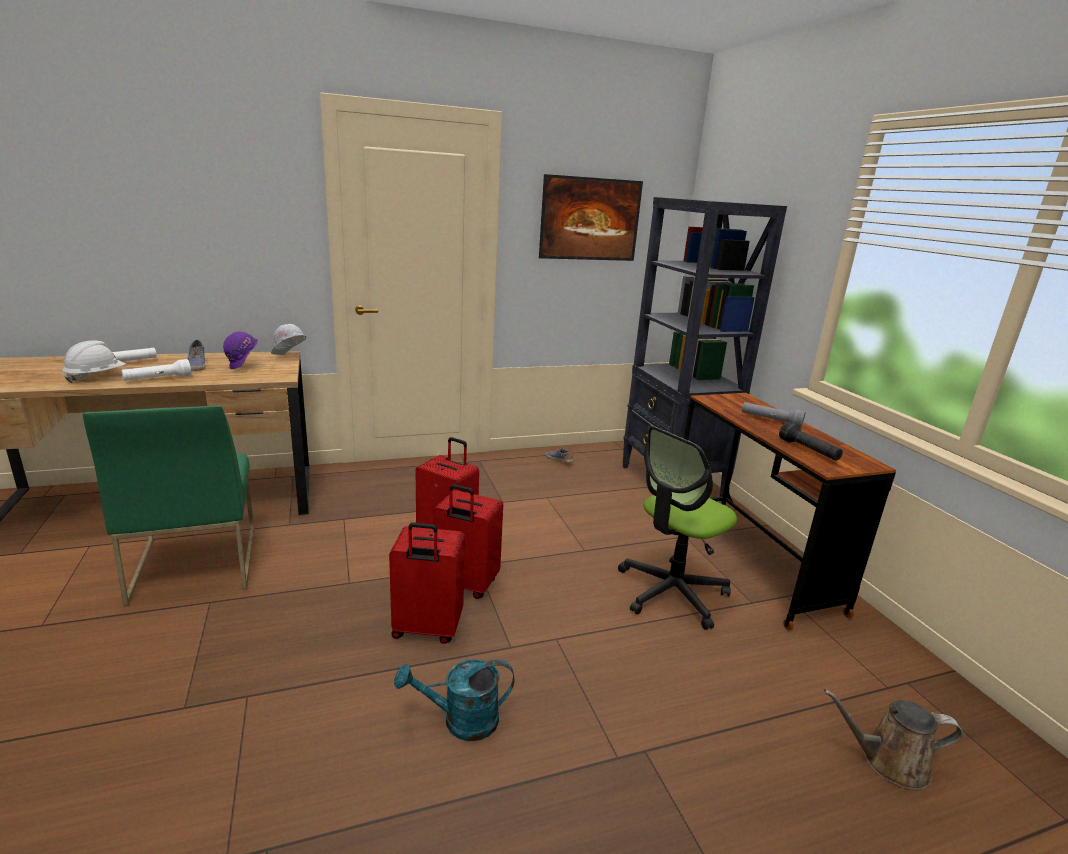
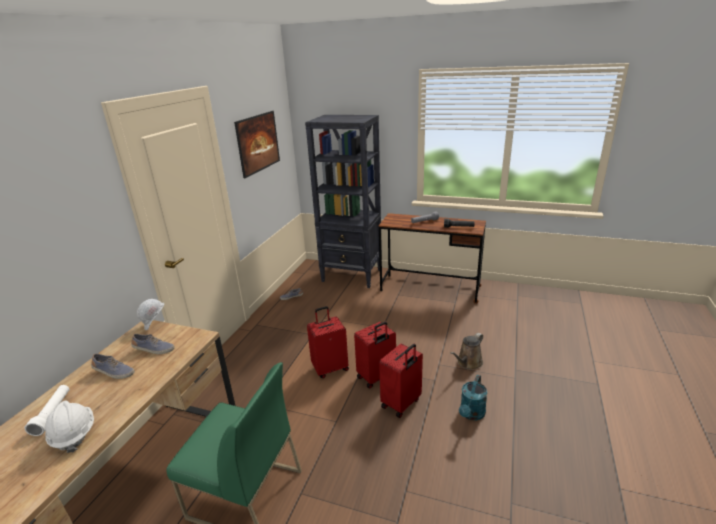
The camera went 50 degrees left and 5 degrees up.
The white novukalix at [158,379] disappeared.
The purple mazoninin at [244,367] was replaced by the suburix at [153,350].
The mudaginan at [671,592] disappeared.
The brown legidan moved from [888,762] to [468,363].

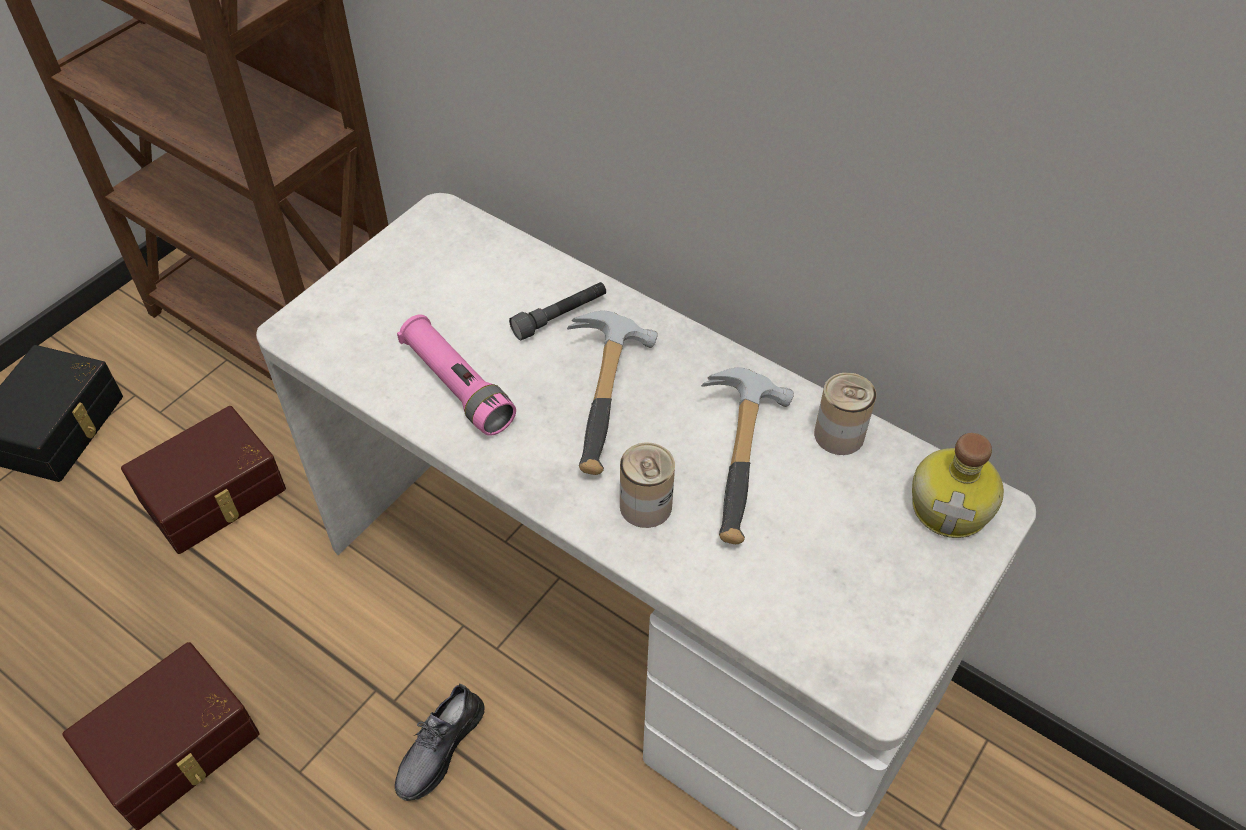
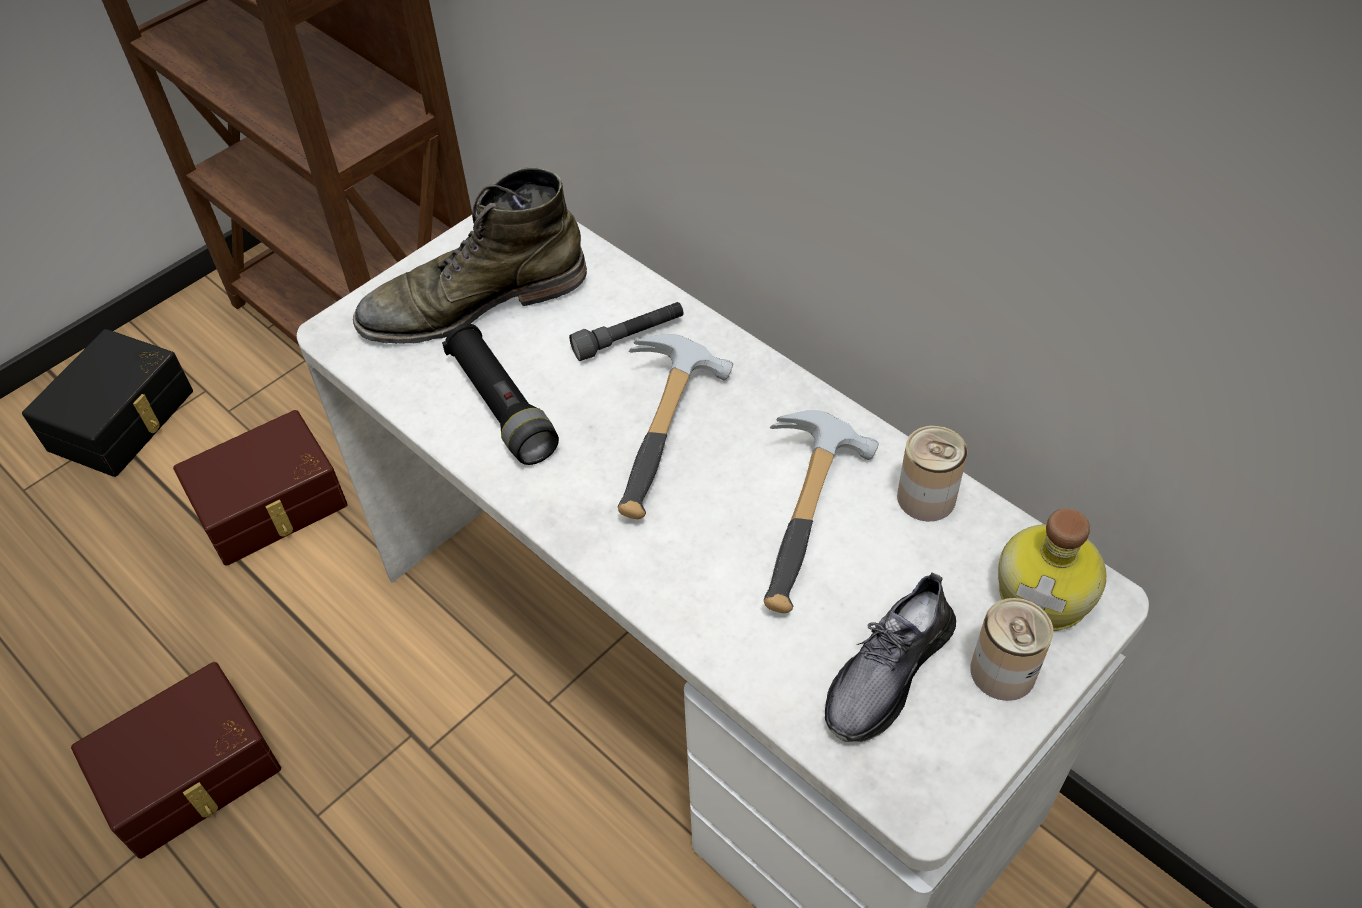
The camera went 10 degrees right and 0 degrees up.
The grey suburix moved from [439,748] to [887,671].
The pink novukalix at [457,386] became the black novukalix at [502,407].
The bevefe moved from [645,505] to [1003,671].
The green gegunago at [473,301] appeared.

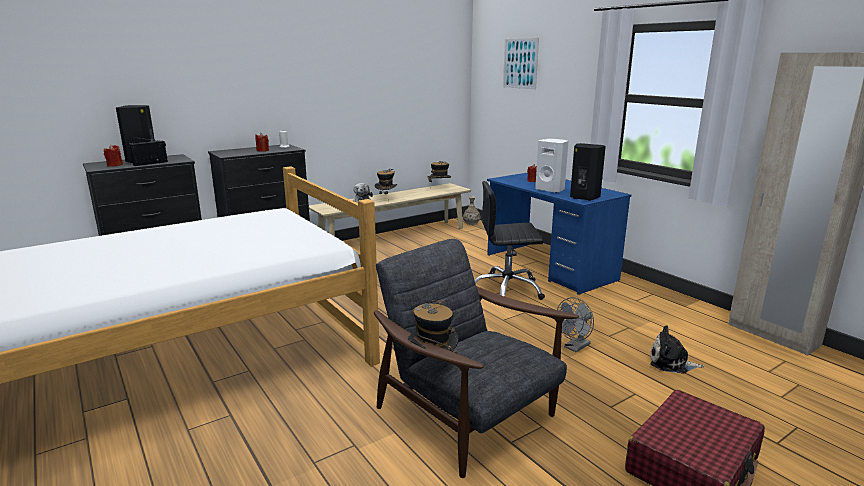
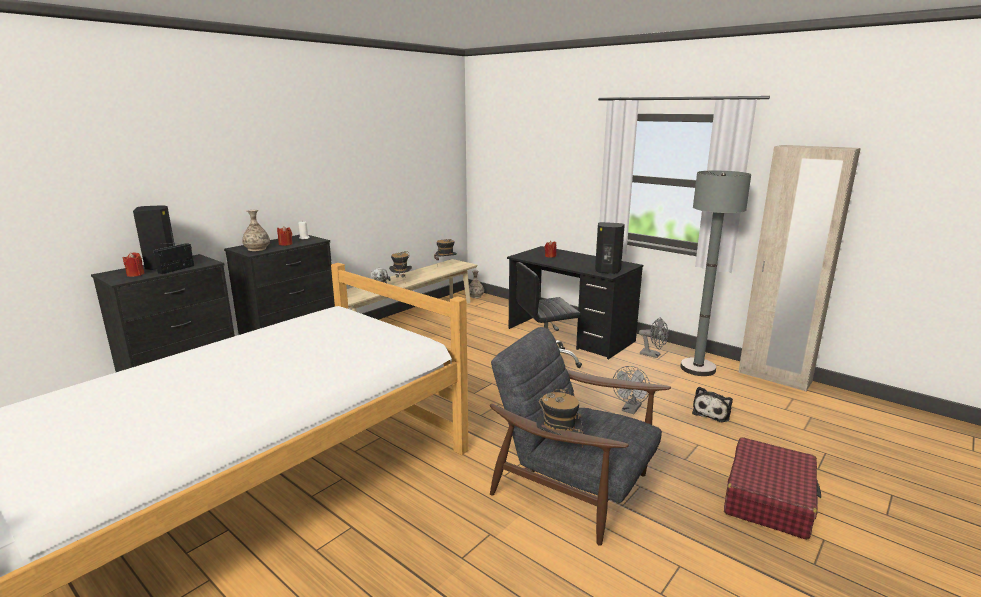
The camera went 15 degrees left and 0 degrees up.
The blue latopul at [549,267] became the black latopul at [570,335].
The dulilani at [520,63] disappeared.
The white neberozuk at [550,190] disappeared.
The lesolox at [671,363] turned 60 degrees counterclockwise.
The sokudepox at [257,249] appeared.
The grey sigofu at [653,355] appeared.
The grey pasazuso at [698,368] appeared.

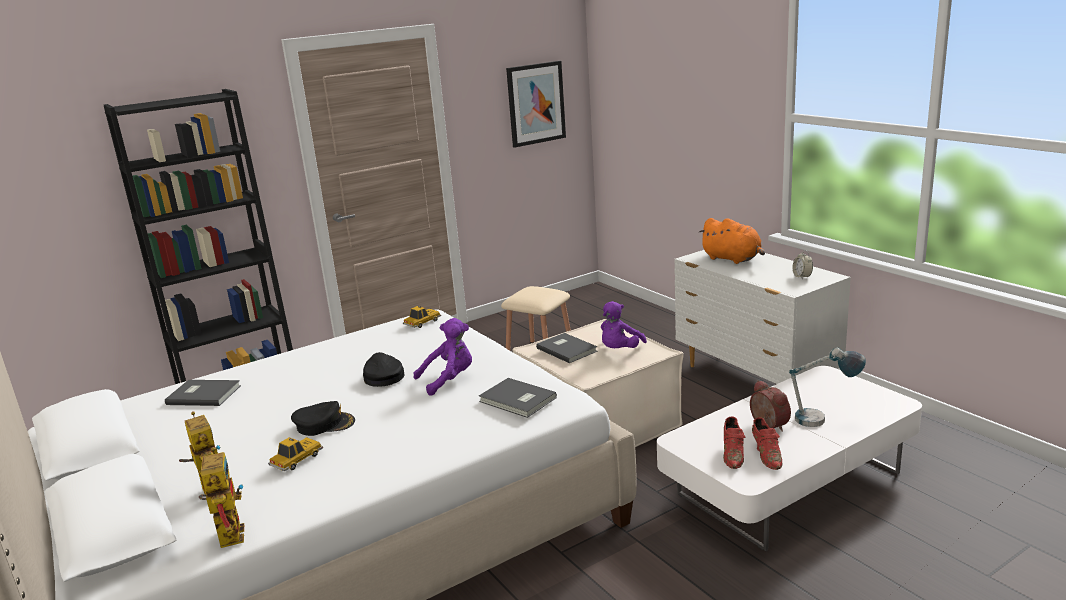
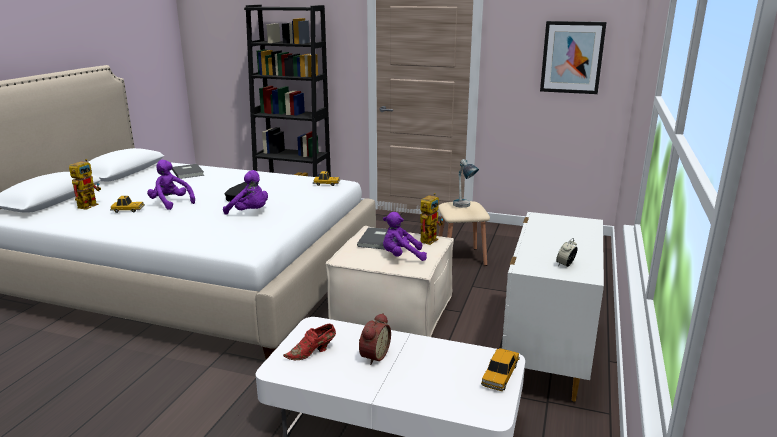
The camera went 50 degrees right and 0 degrees up.
The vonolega moved from [228,532] to [429,239].
The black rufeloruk at [324,424] was replaced by the purple lesolox at [171,203].
The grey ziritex at [517,400] disappeared.
The orange lesolox at [733,259] disappeared.
The red suburix at [766,455] disappeared.
The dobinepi moved from [823,421] to [464,207].
The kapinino at [500,375] appeared.

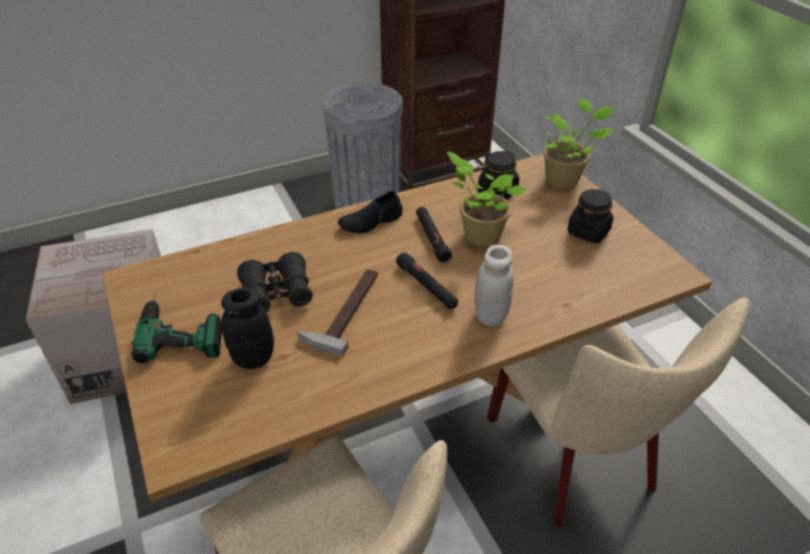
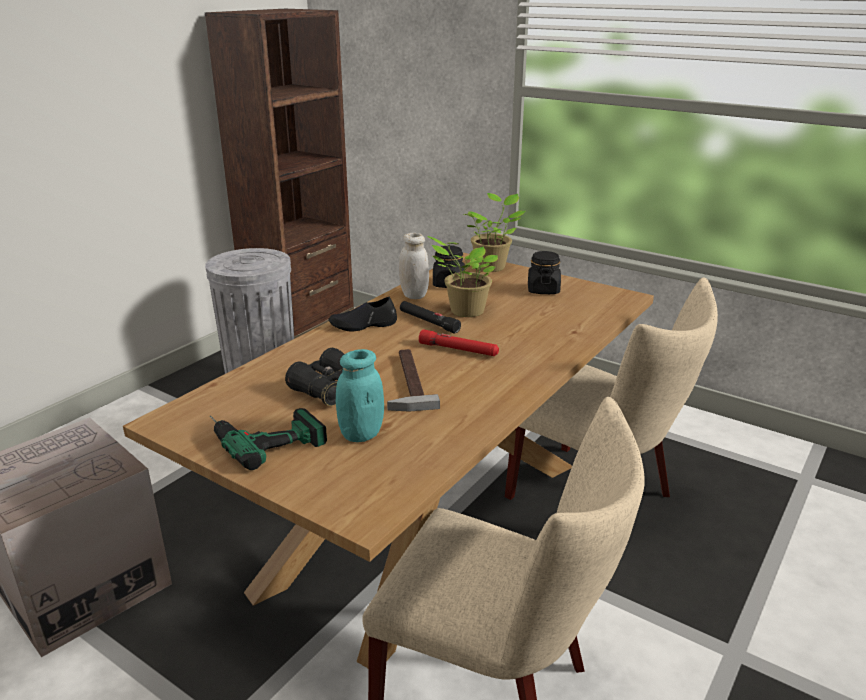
The camera went 30 degrees left and 15 degrees down.
The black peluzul at [253,358] became the turquoise peluzul at [361,434].
The black suburix at [370,222] turned 45 degrees clockwise.
The black novukalix at [427,286] became the red novukalix at [458,350].
The white peluzul moved from [490,315] to [414,295].

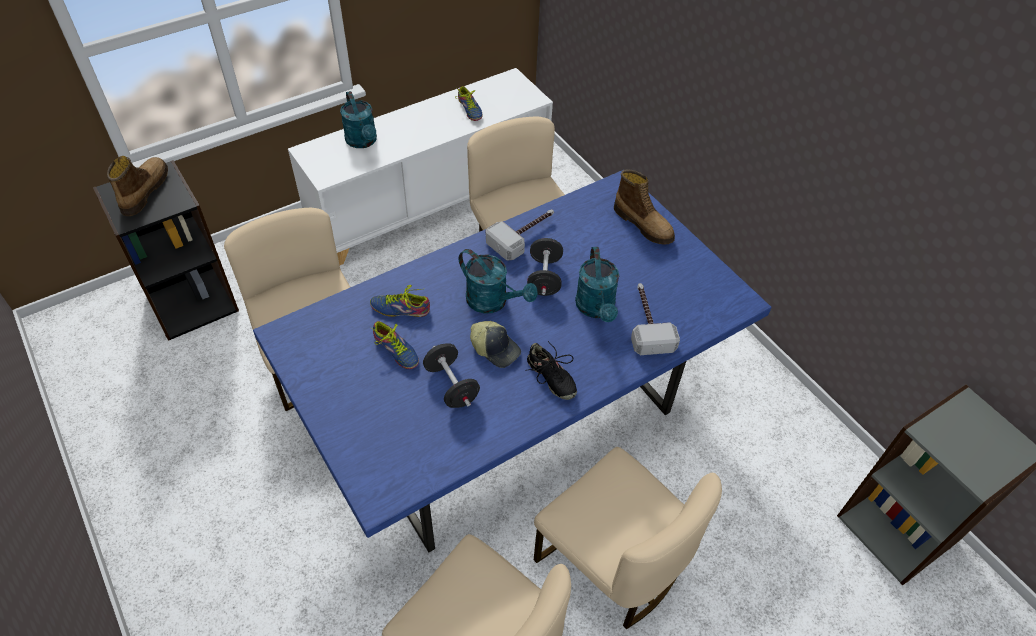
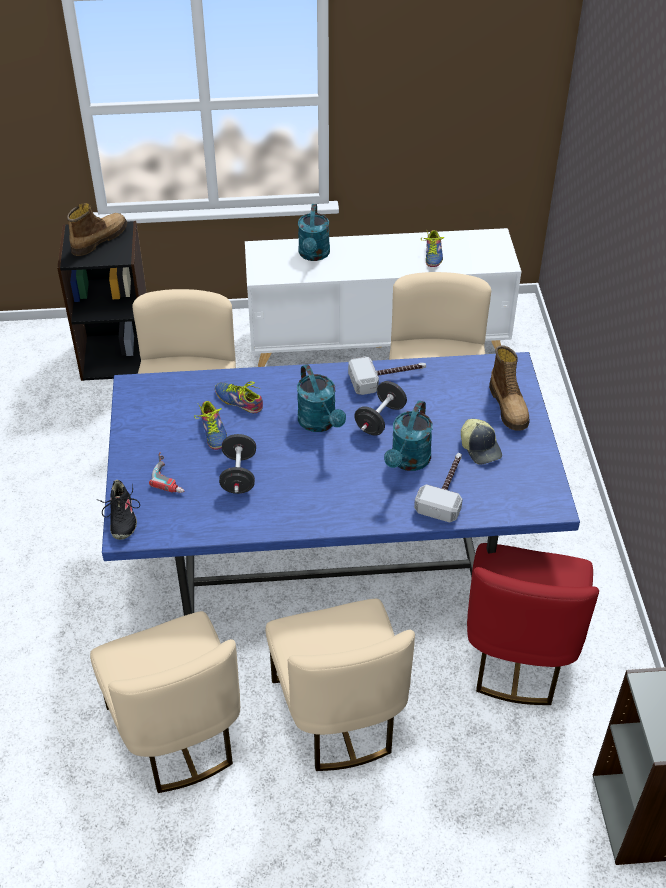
The camera went 30 degrees right and 5 degrees down.
The rufeloruk moved from [495,348] to [480,448].
The black suburix moved from [550,378] to [121,517].
The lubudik at [171,475] appeared.
The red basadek at [518,653] appeared.

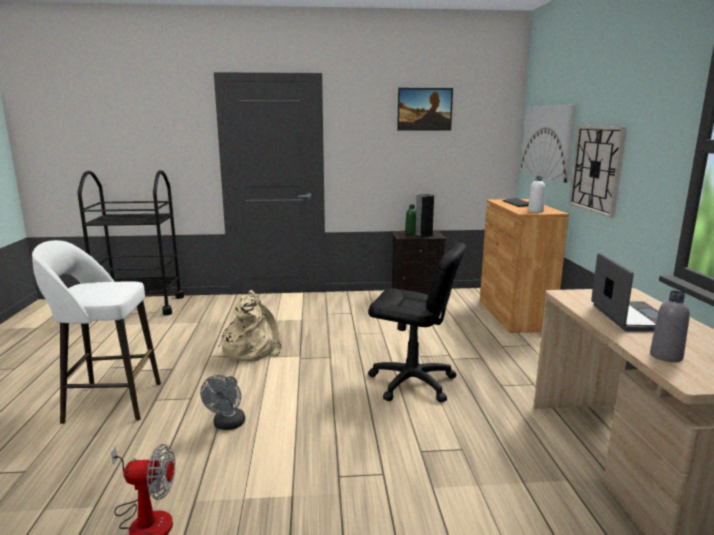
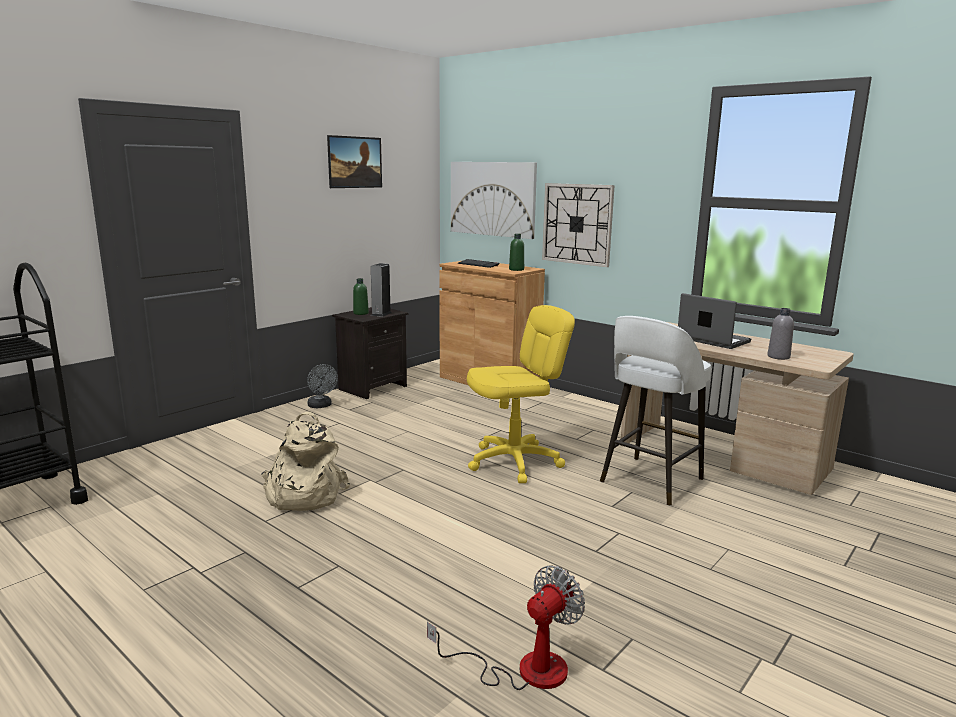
The camera went 45 degrees left and 0 degrees up.
The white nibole moved from [110,402] to [649,481].
The grey sigofu moved from [227,425] to [321,406].
The black mudaginan at [412,383] became the yellow mudaginan at [514,462].
The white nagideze at [535,211] became the green nagideze at [516,269].

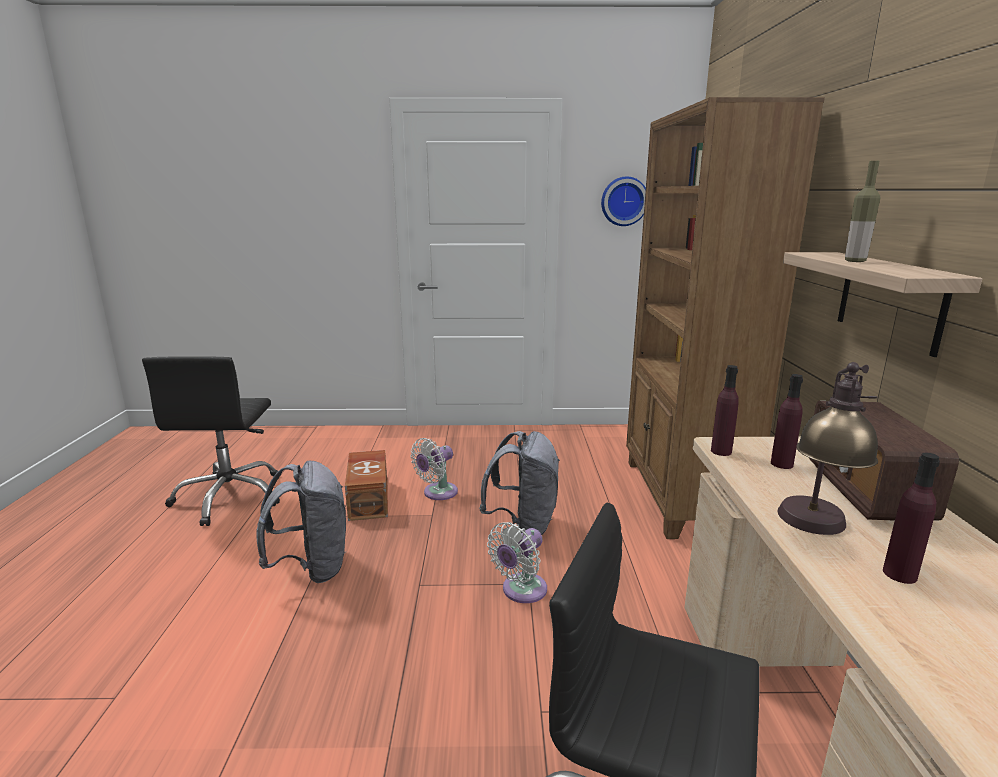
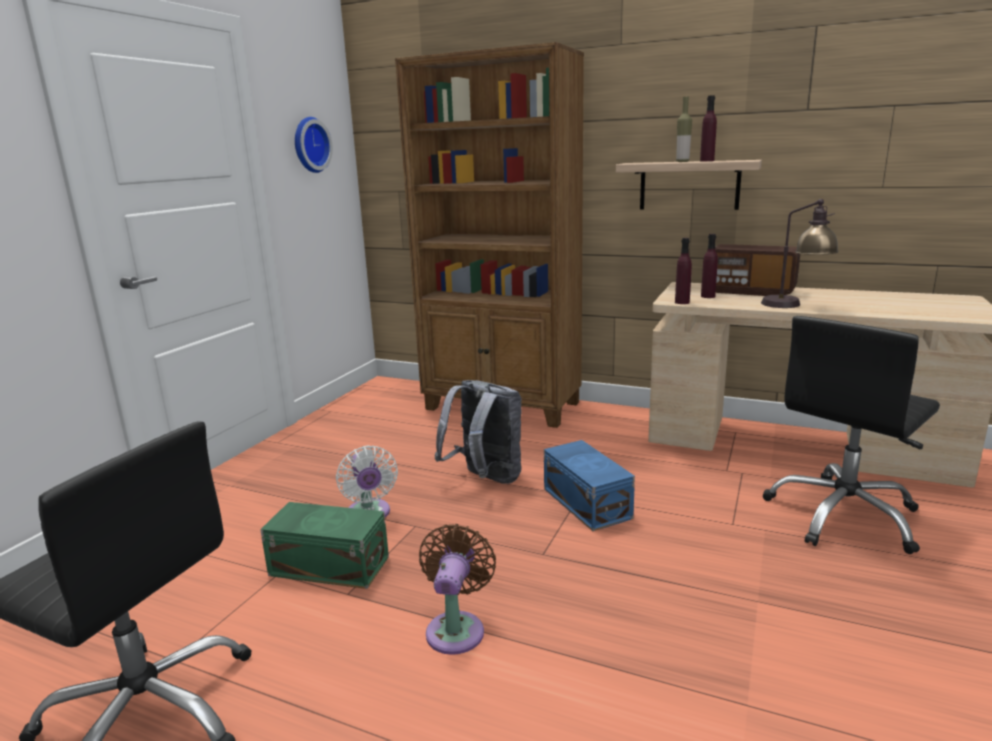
The camera went 65 degrees left and 0 degrees up.
The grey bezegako at [312,568] was replaced by the brown sigofu at [456,628].
The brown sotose at [370,499] became the green sotose at [328,565].
The white sigofu at [521,591] was replaced by the blue sotose at [587,502].
The purple nagideze moved from [899,574] to [707,161].

